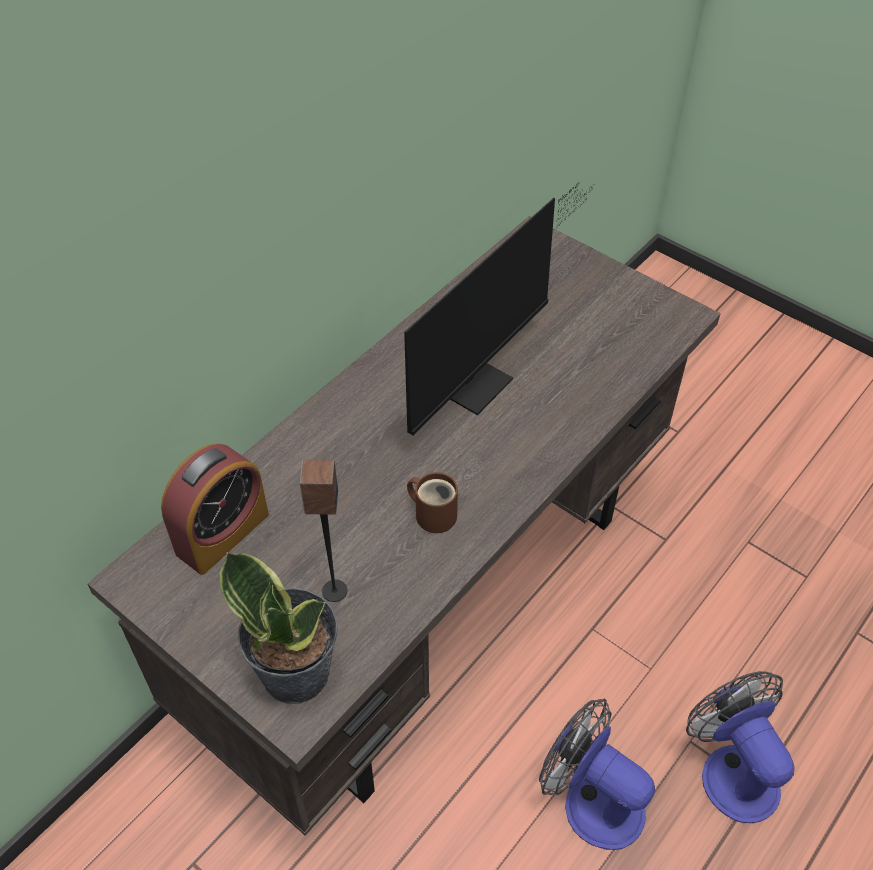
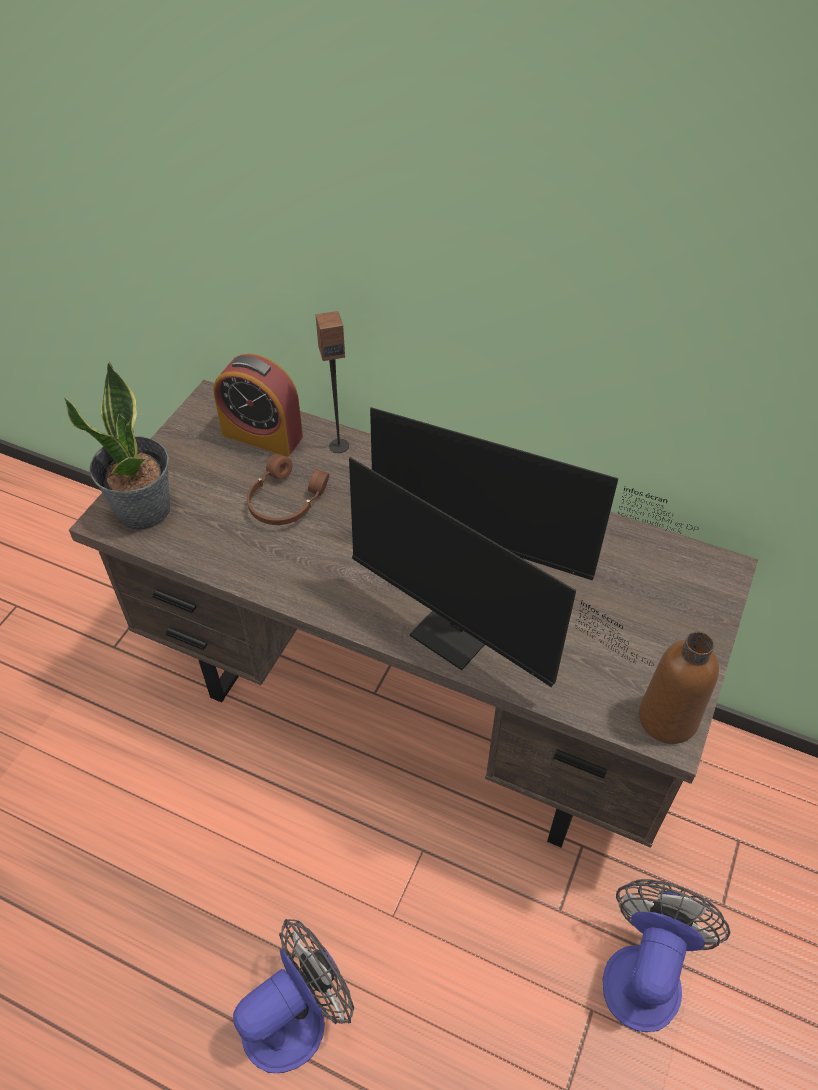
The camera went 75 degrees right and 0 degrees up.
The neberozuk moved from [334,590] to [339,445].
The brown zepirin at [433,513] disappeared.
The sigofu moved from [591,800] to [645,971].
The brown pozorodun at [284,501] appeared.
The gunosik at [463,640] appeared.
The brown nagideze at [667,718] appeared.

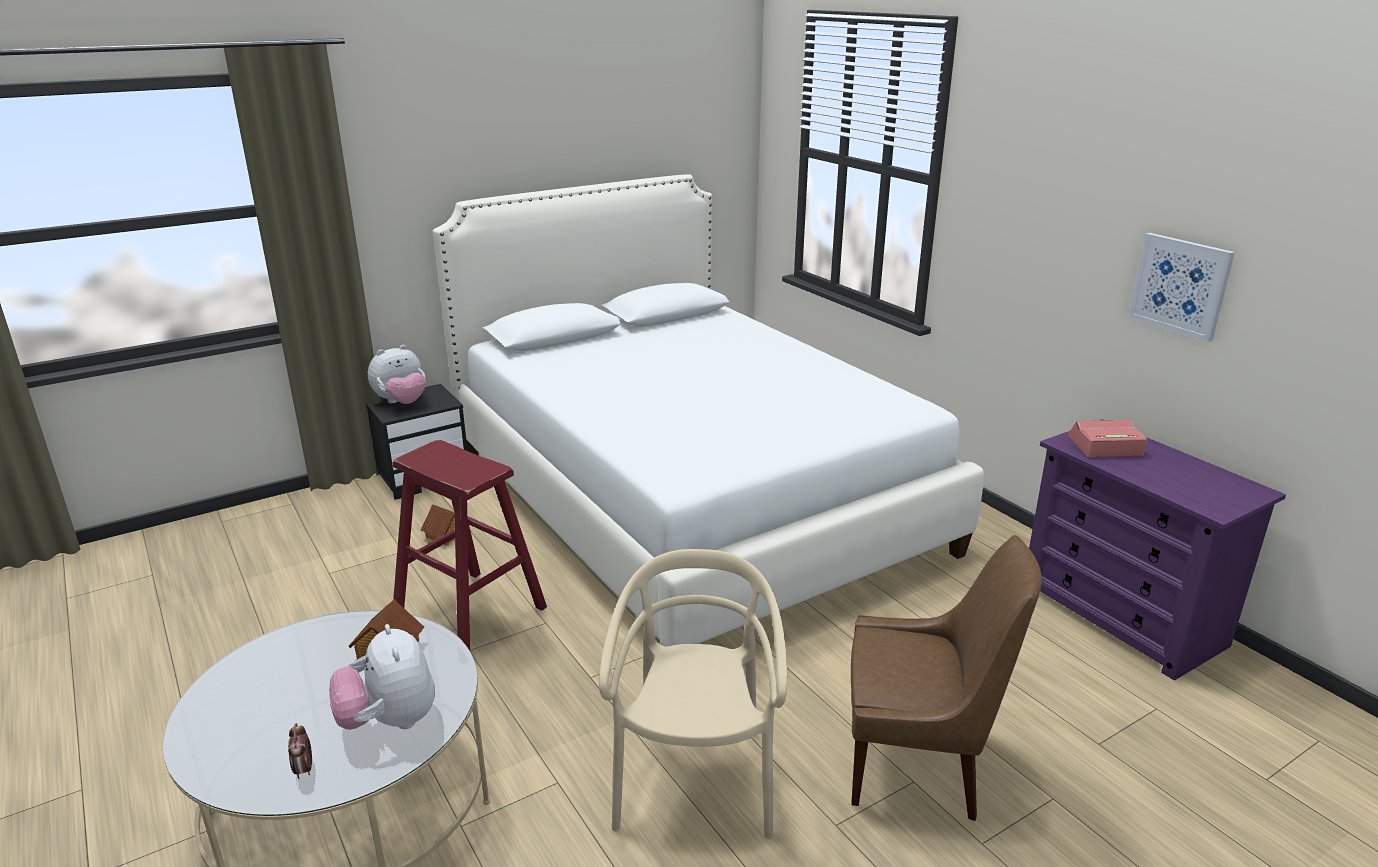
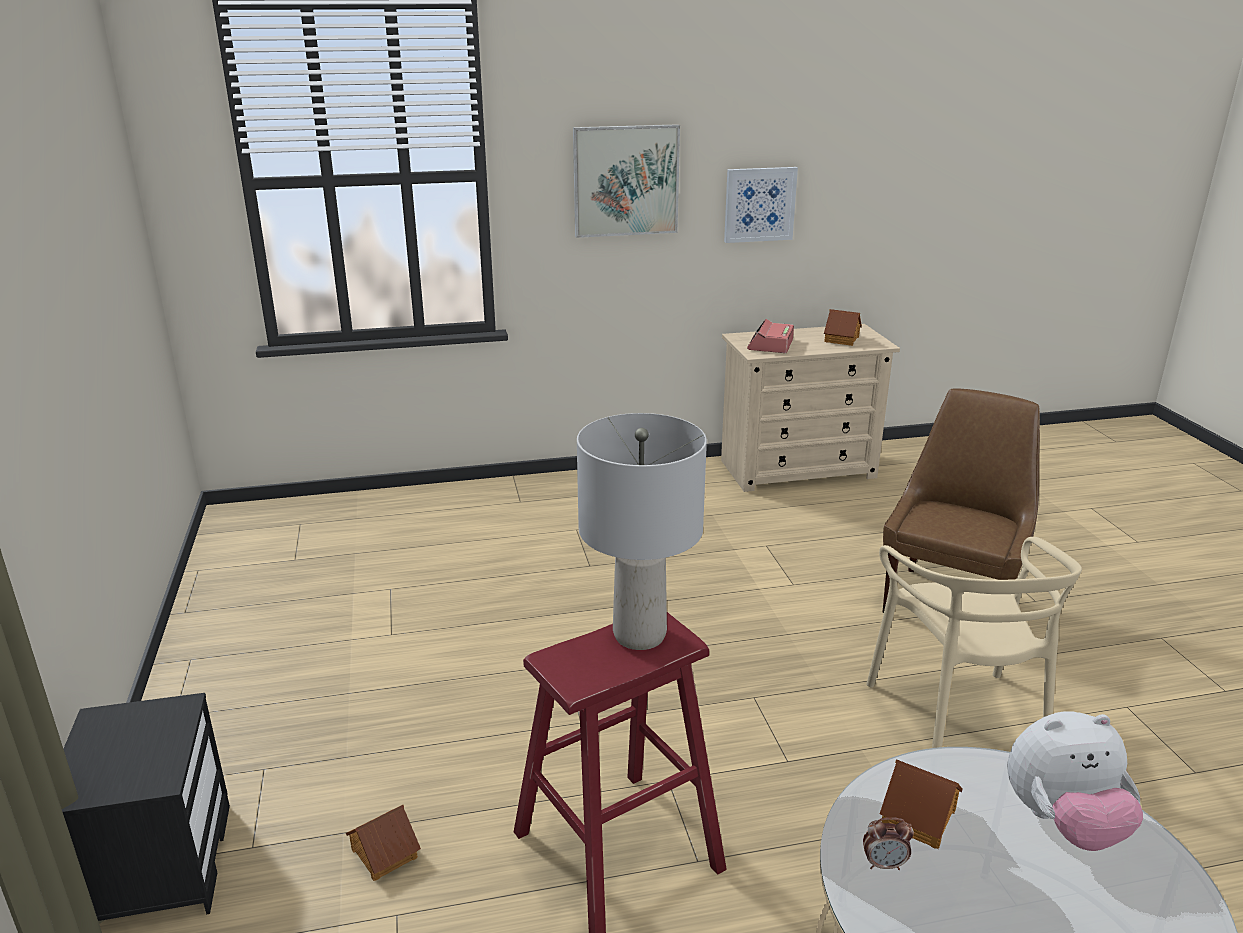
The camera went 70 degrees left and 0 degrees up.
The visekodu moved from [304,769] to [884,864].
The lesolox at [402,402] disappeared.
The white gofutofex at [691,499] disappeared.
The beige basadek at [696,779] turned 120 degrees counterclockwise.
The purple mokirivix at [1122,616] became the beige mokirivix at [798,469].
The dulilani at [626,181] appeared.
The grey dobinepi at [638,635] appeared.
The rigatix at [842,339] appeared.

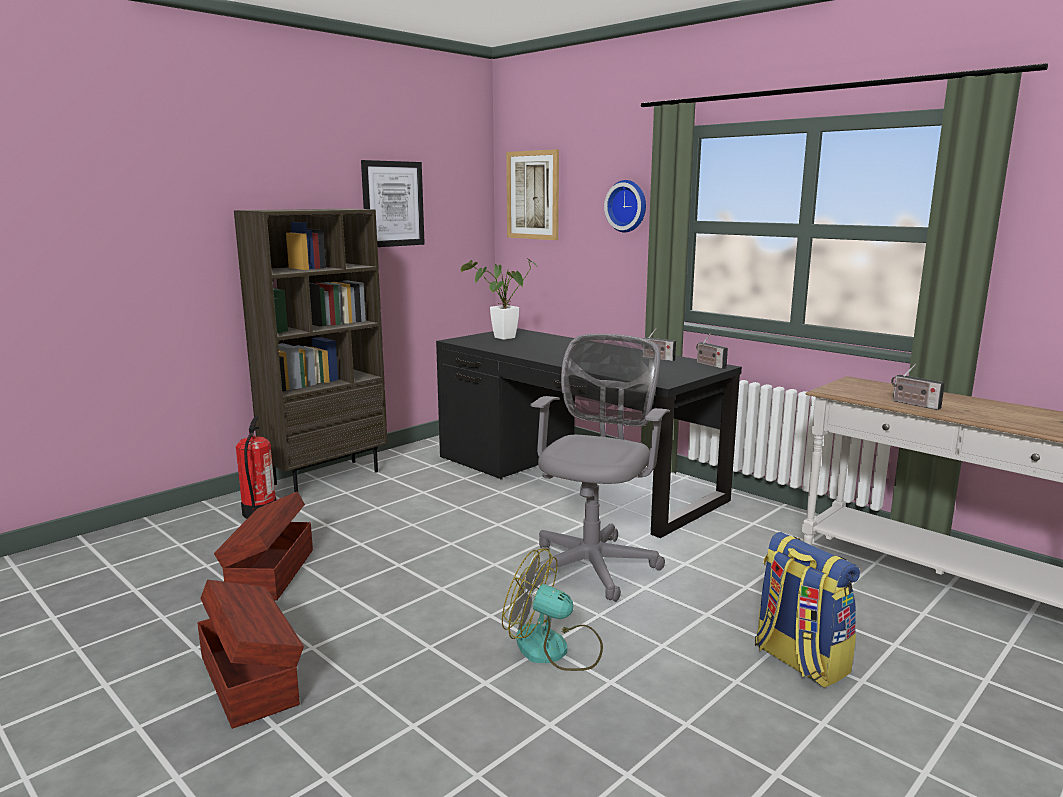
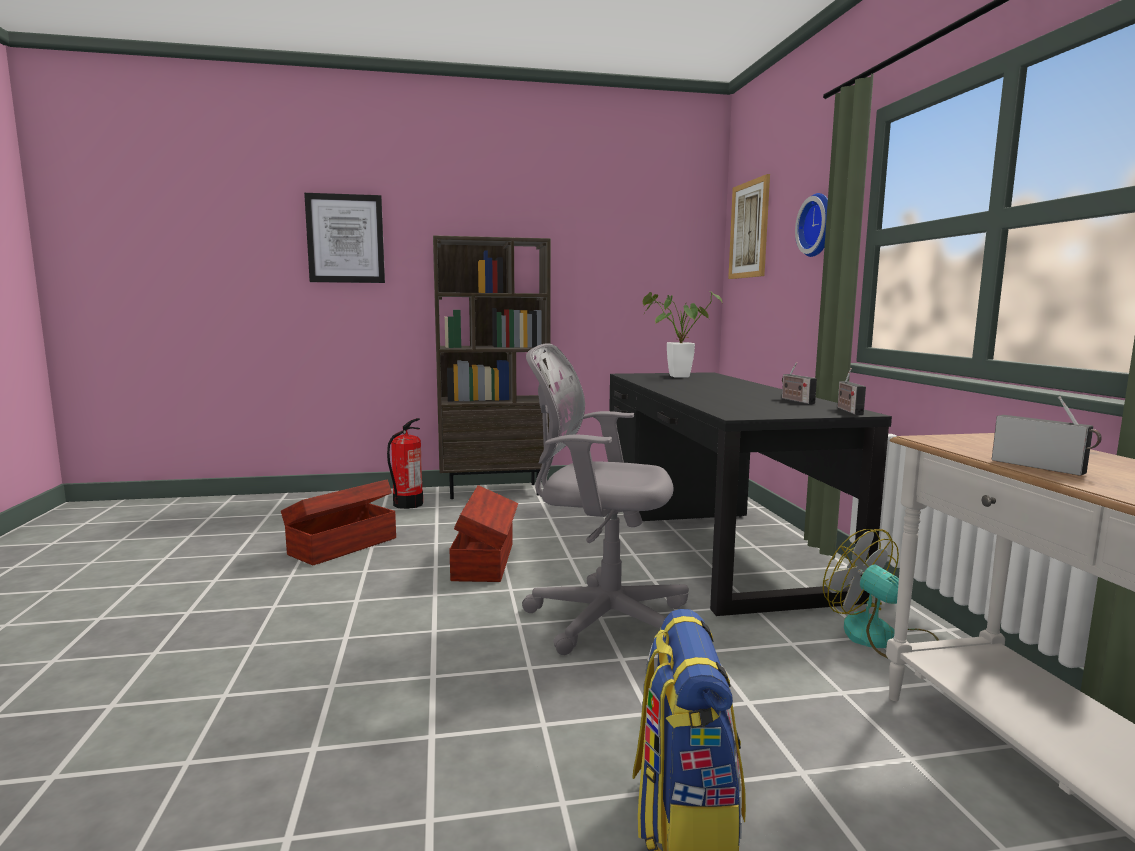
The camera went 35 degrees right and 5 degrees down.
The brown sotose moved from [250,678] to [485,561].
The dulilani moved from [393,204] to [345,239].
The sigofu moved from [554,649] to [882,639].
The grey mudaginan at [593,565] turned 135 degrees counterclockwise.
The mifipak at [913,404] turned 150 degrees clockwise.

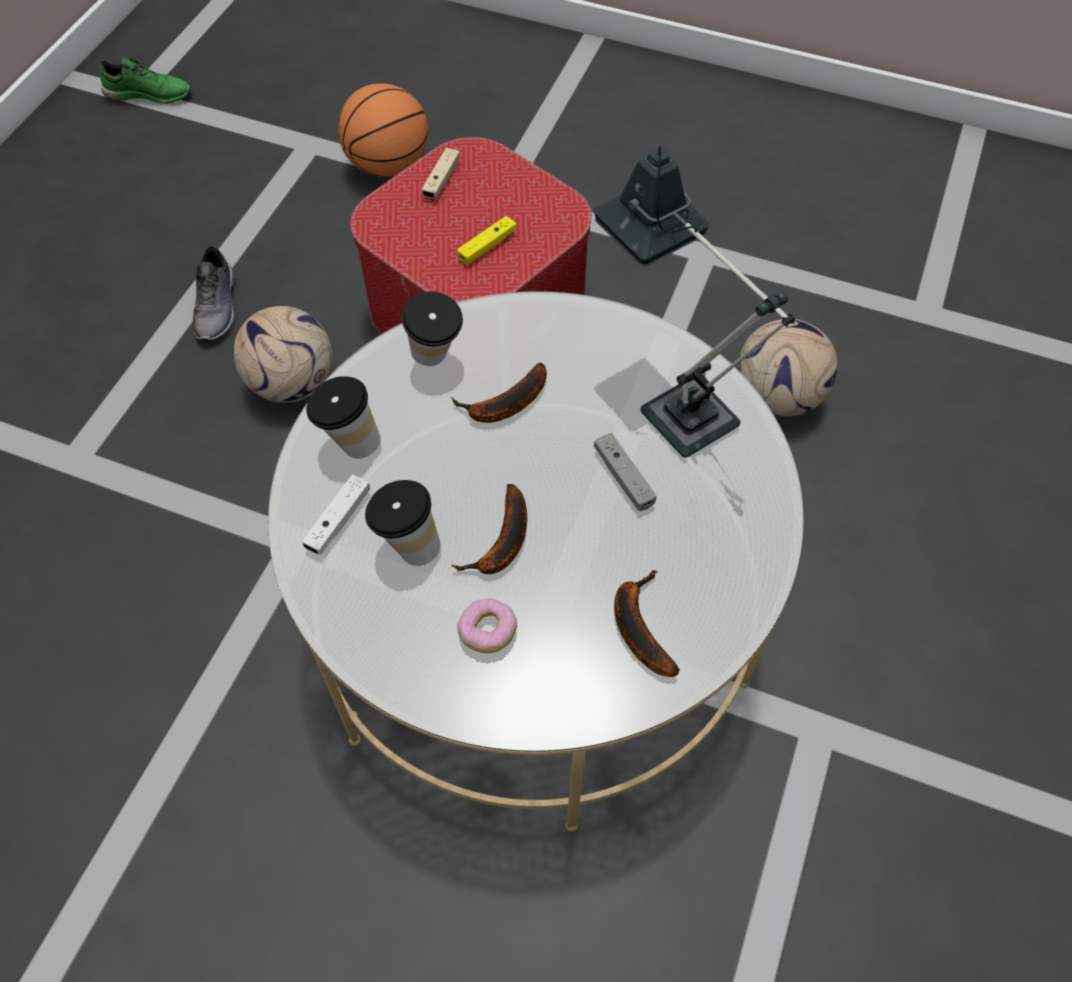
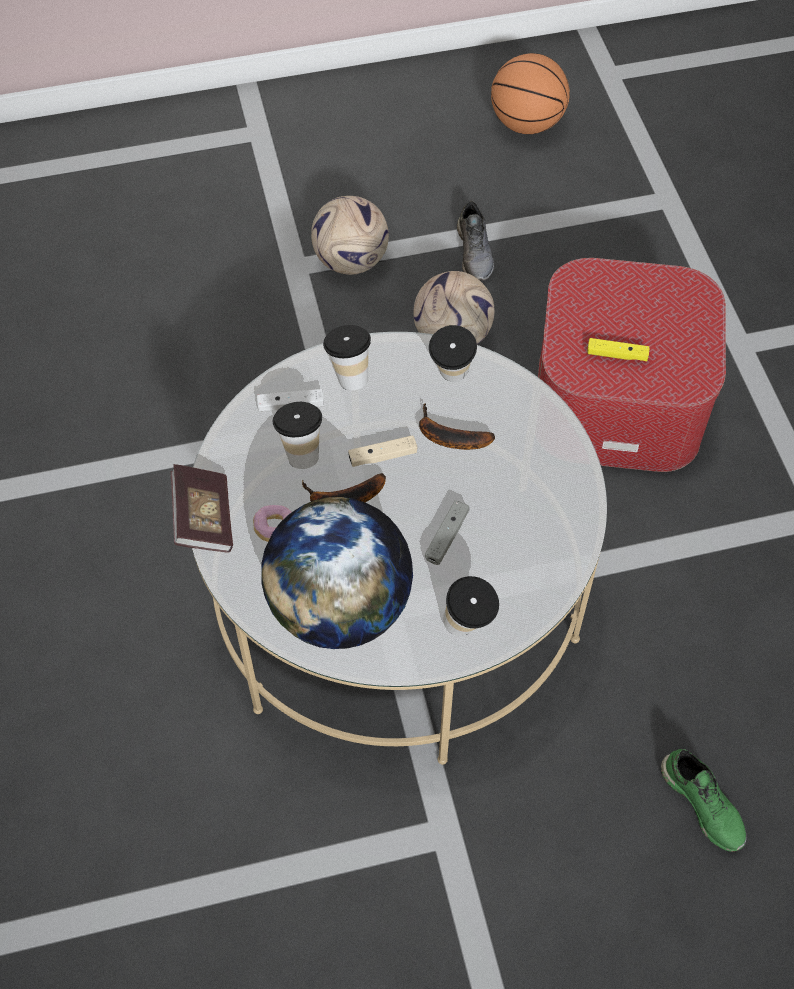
The camera went 55 degrees right and 0 degrees up.
The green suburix moved from [149,94] to [703,803].
The grey suburix at [218,307] turned 60 degrees counterclockwise.
The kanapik moved from [388,166] to [526,124].
The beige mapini moved from [441,180] to [383,456].
The dobinepi at [675,404] disappeared.
The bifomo at [638,626] was replaced by the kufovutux at [340,607].
The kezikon moved from [778,397] to [350,262].
The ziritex at [204,519] appeared.
The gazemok at [468,628] appeared.

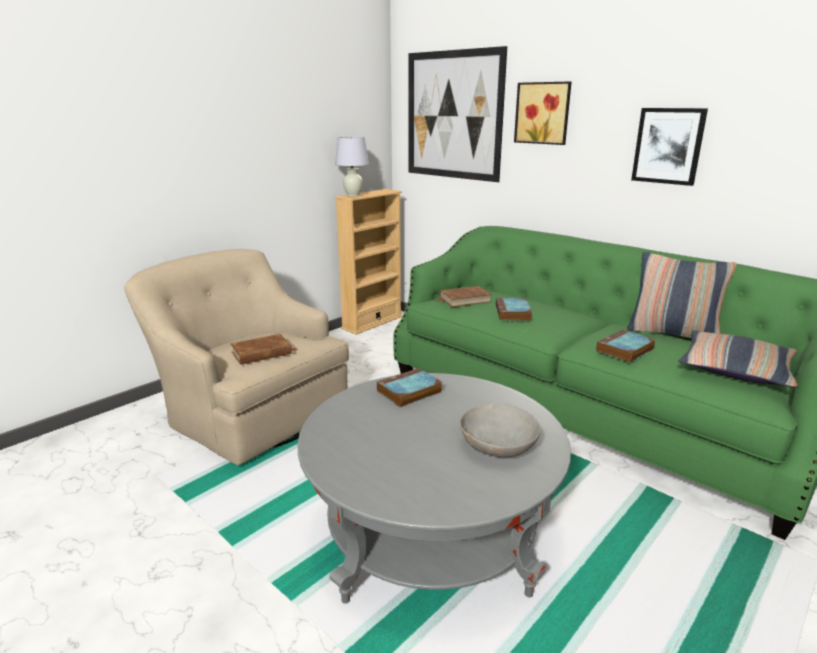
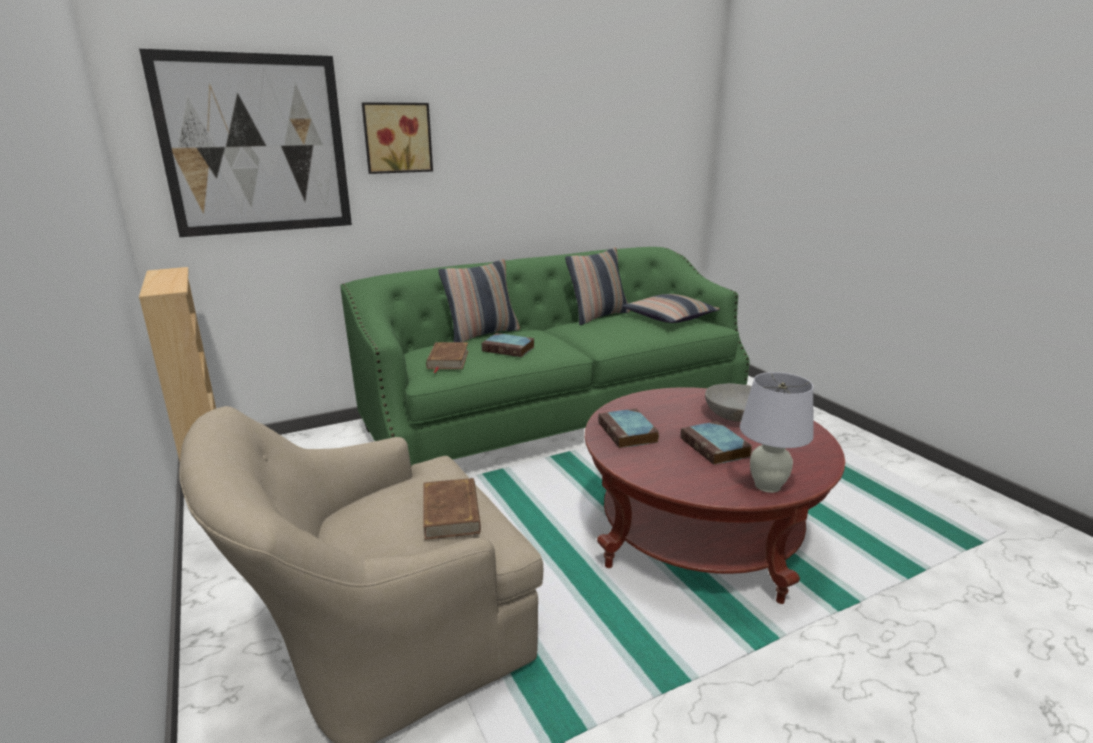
The camera went 70 degrees left and 0 degrees up.
The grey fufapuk at [431,532] became the red fufapuk at [699,534].
The white dobinepi moved from [353,195] to [767,486].
The ziritex moved from [624,350] to [716,448].
The dulilani at [668,146] disappeared.
The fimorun at [482,334] appeared.

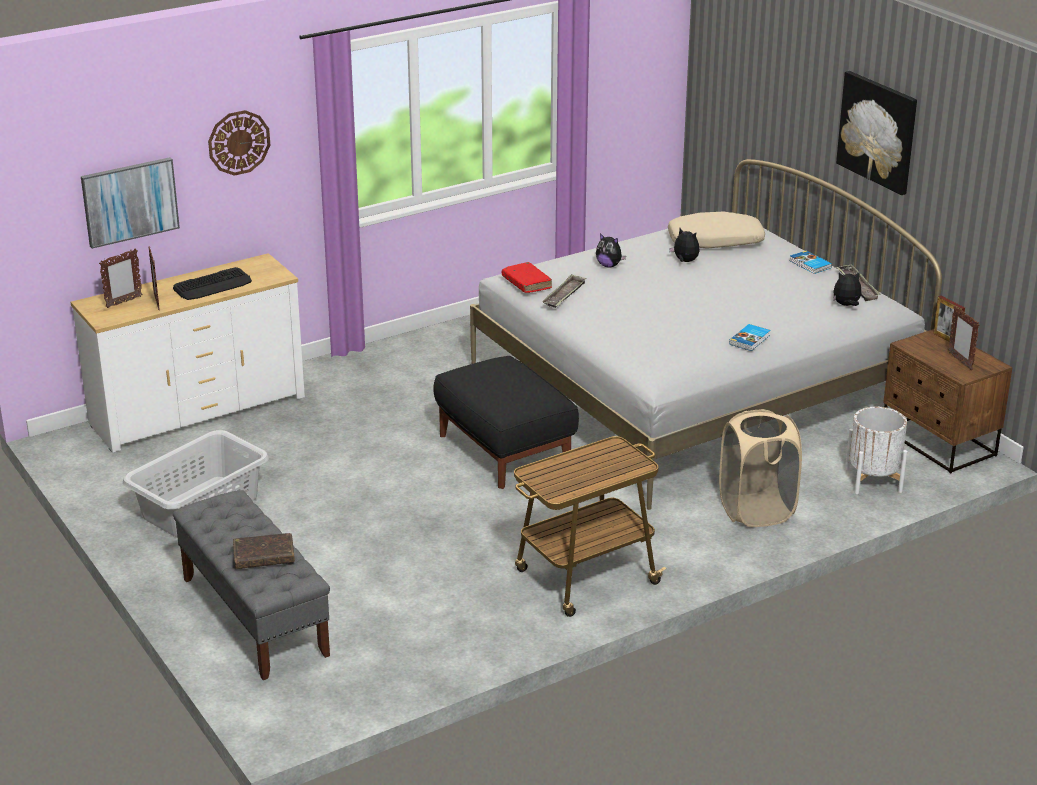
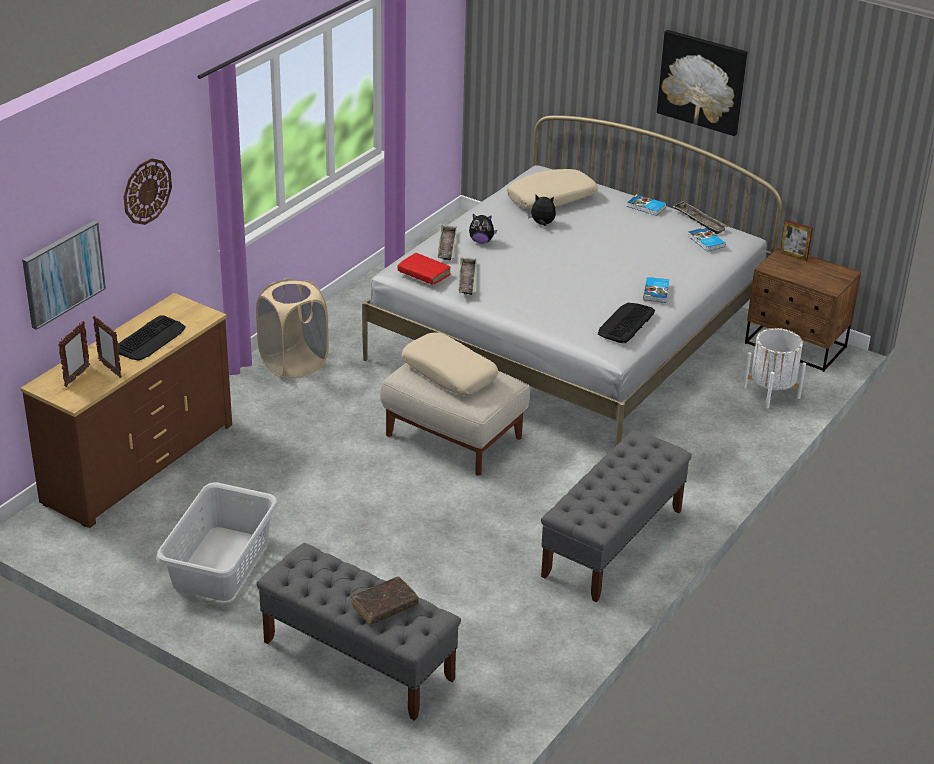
The camera went 25 degrees left and 5 degrees up.
The white mokirivix at [197,410] became the brown mokirivix at [138,463].
The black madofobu at [504,450] became the beige madofobu at [454,436].
The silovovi at [584,578] was replaced by the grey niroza at [612,543].
The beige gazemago moved from [756,511] to [293,364].
The lesolox at [846,305] was replaced by the ziritex at [705,241].
The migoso at [960,361] disappeared.
The beige fimorun at [450,373] appeared.
The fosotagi at [447,246] appeared.
The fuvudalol at [626,323] appeared.

